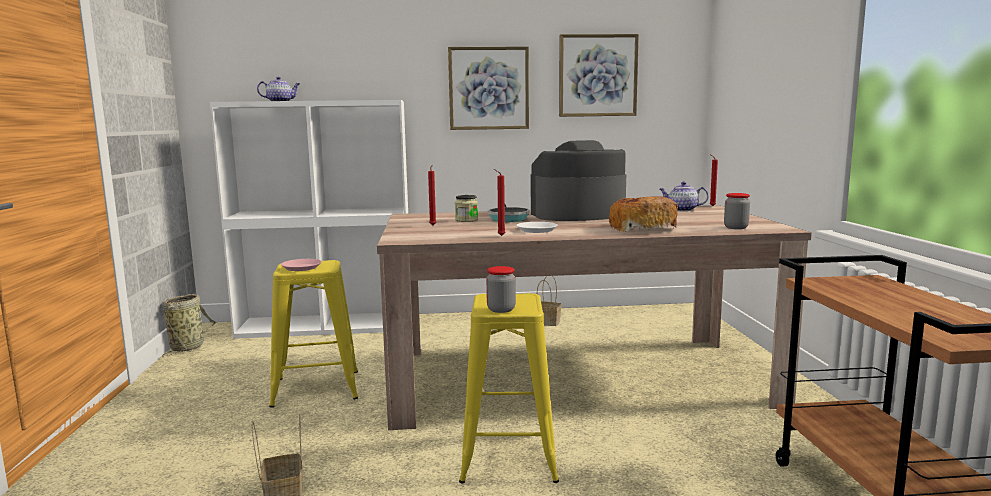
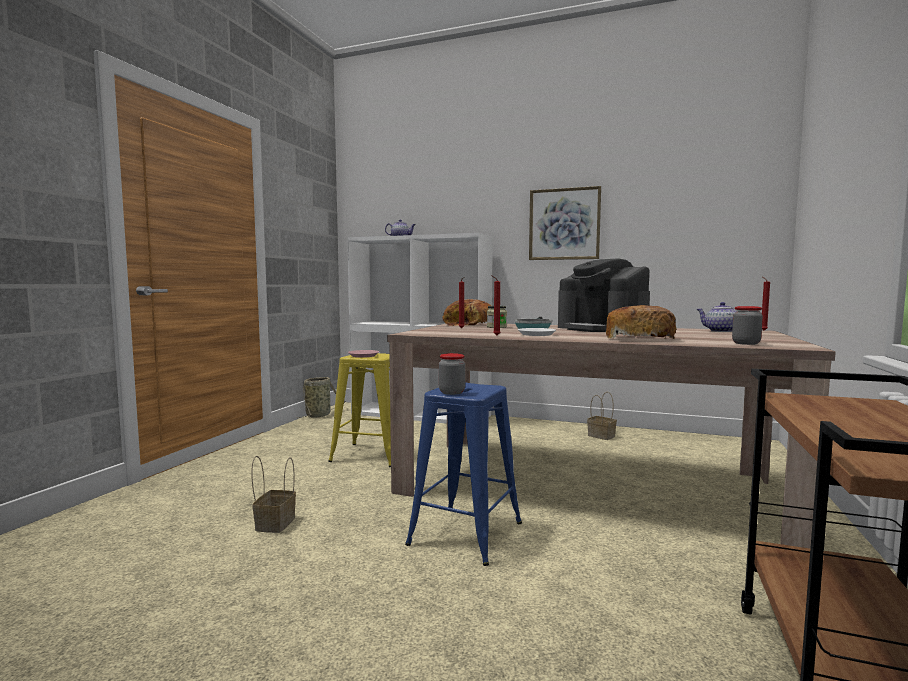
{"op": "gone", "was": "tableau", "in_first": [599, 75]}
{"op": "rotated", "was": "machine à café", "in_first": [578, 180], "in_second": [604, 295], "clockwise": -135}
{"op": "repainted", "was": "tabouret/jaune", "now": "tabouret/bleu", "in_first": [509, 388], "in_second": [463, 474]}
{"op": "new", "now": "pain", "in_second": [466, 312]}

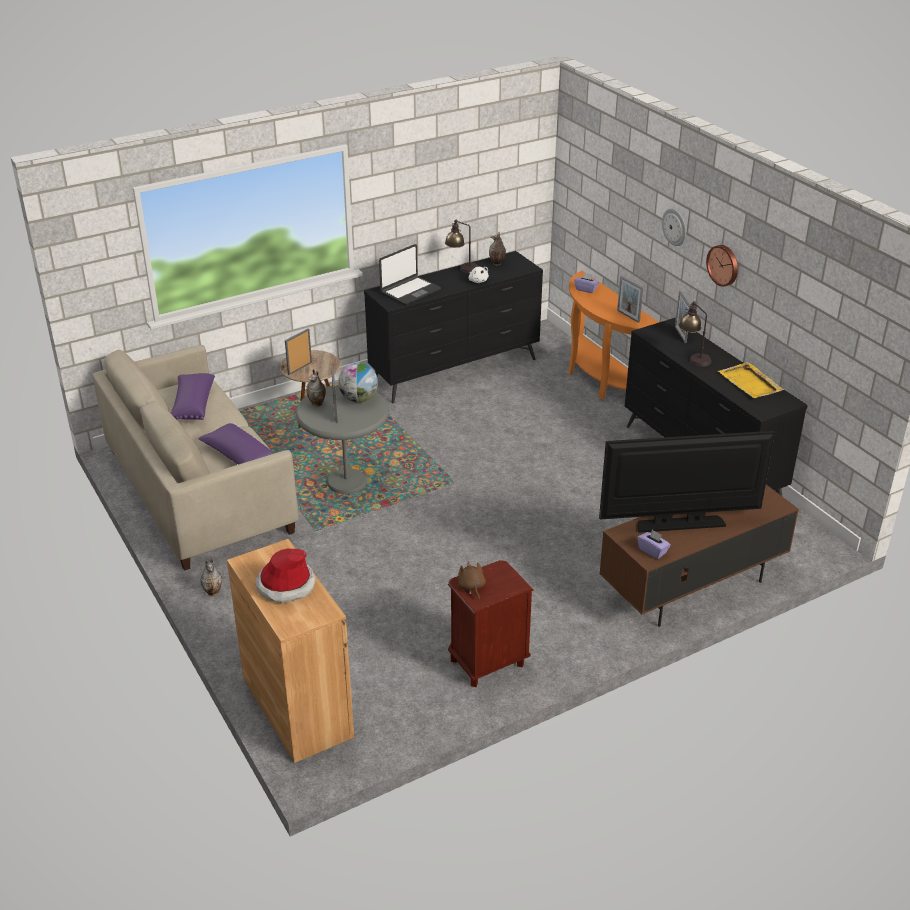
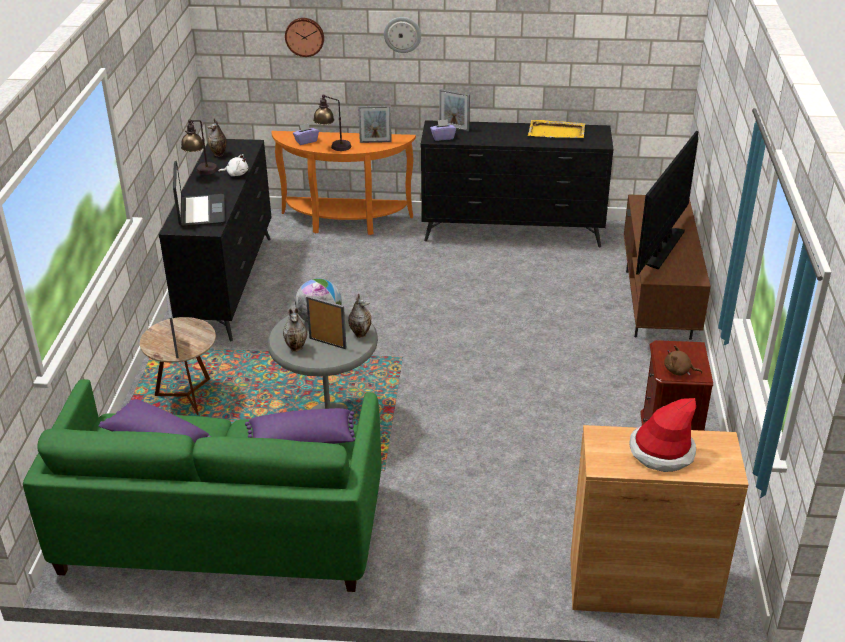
{"op": "shifted", "was": "horloge murale", "in_first": [722, 266], "in_second": [304, 37]}
{"op": "shifted", "was": "lampe de table", "in_first": [695, 334], "in_second": [332, 122]}
{"op": "repainted", "was": "canapé/beige", "now": "canapé/vert", "in_first": [195, 458], "in_second": [202, 485]}
{"op": "shifted", "was": "boîte à mouchoirs/violet", "in_first": [654, 544], "in_second": [443, 130]}
{"op": "shifted", "was": "vase", "in_first": [211, 577], "in_second": [359, 316]}

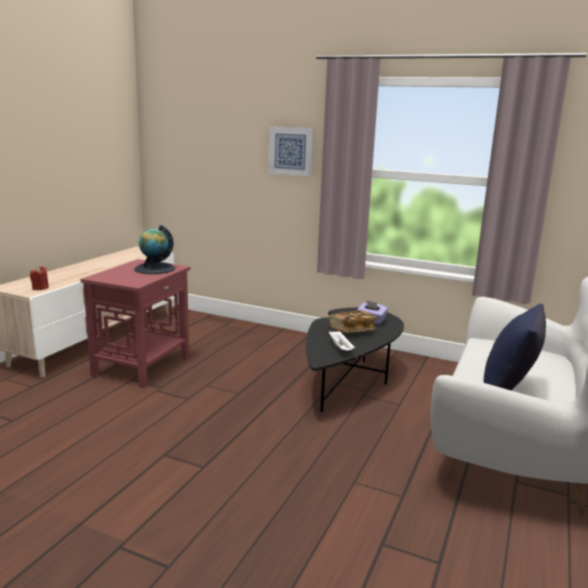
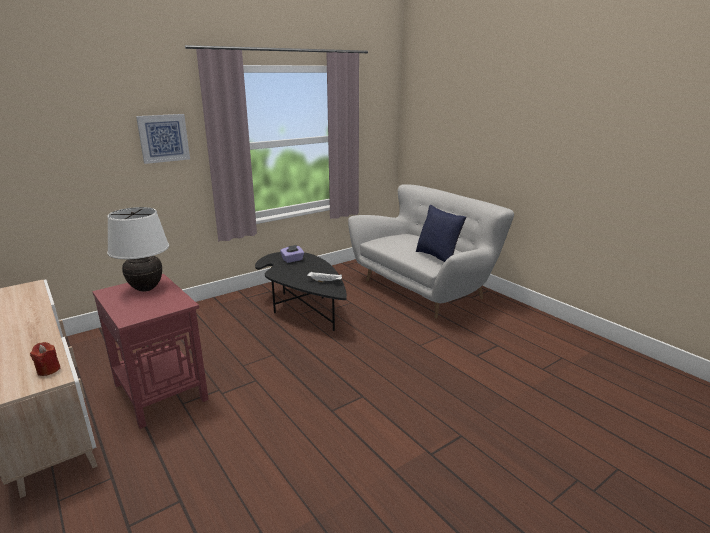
{"op": "swapped", "was": "globe", "now": "lampe de table/blanc", "in_first": [154, 249], "in_second": [138, 249]}
{"op": "gone", "was": "livre", "in_first": [352, 321]}

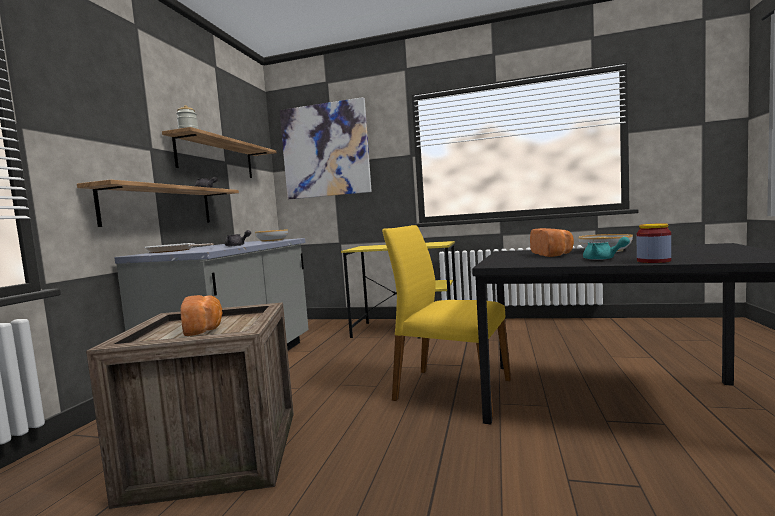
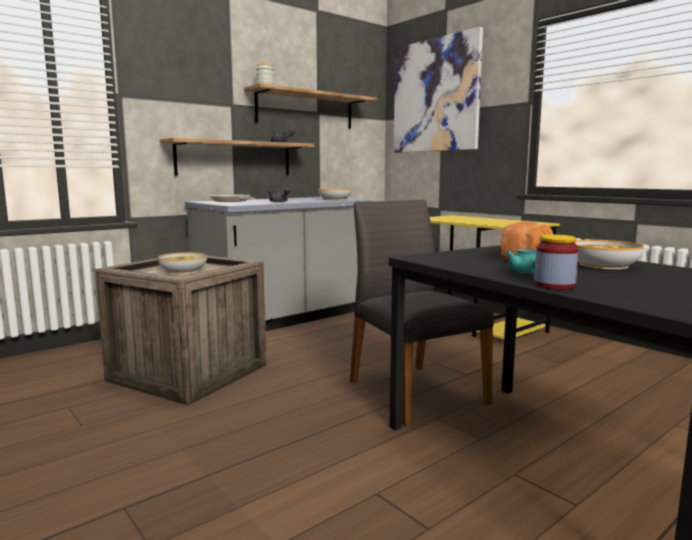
{"op": "repainted", "was": "chaise/jaune", "now": "chaise/gris", "in_first": [446, 321], "in_second": [422, 313]}
{"op": "swapped", "was": "pain", "now": "bol", "in_first": [201, 315], "in_second": [182, 263]}

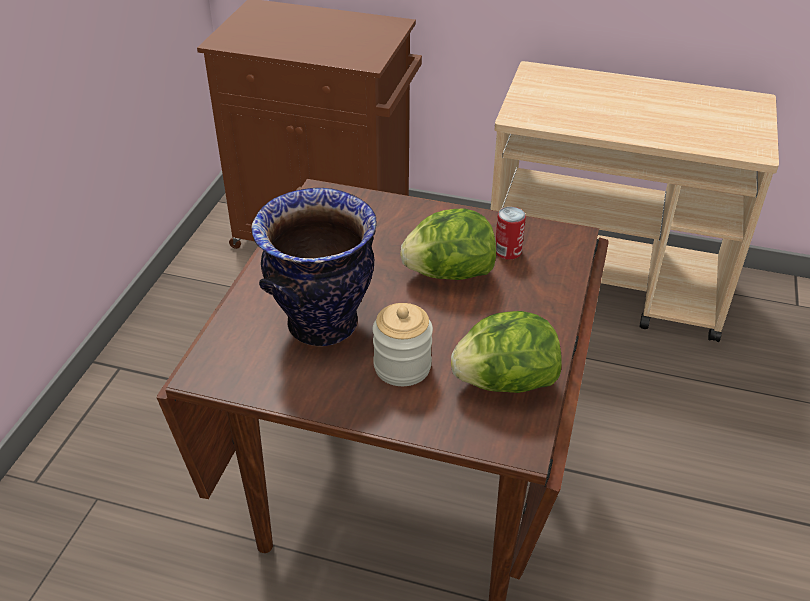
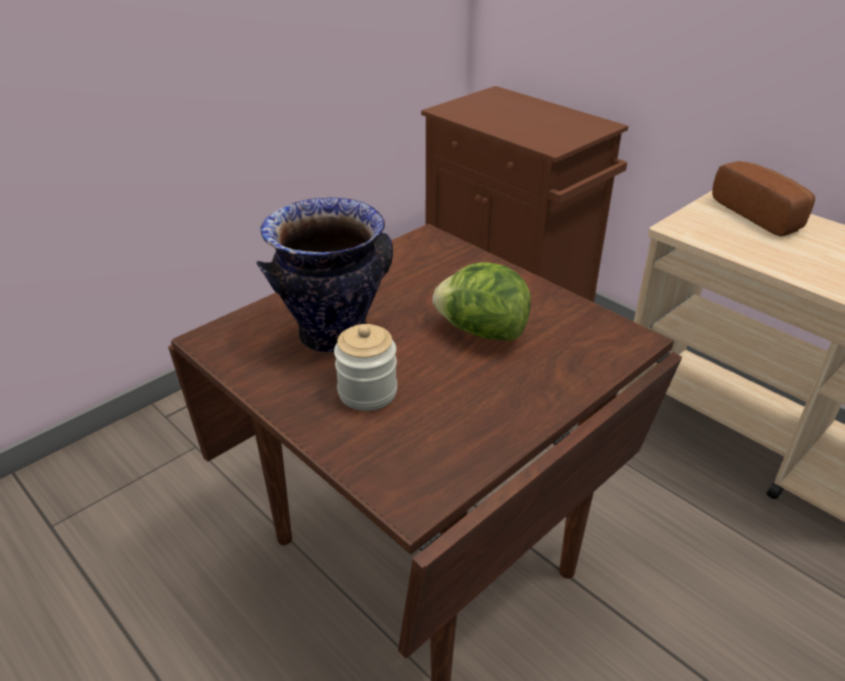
{"op": "gone", "was": "boîte métallique", "in_first": [511, 233]}
{"op": "gone", "was": "laitue", "in_first": [506, 352]}
{"op": "new", "now": "pain", "in_second": [763, 199]}

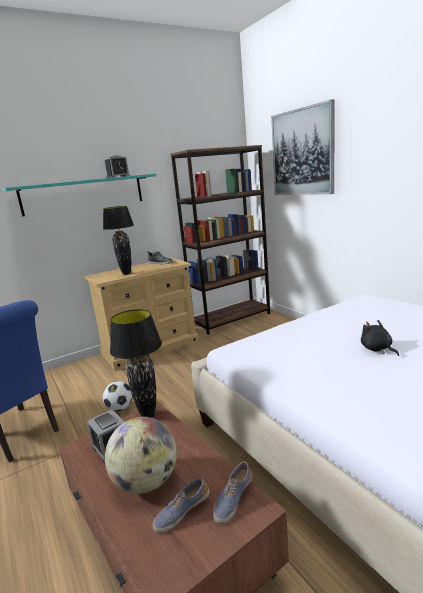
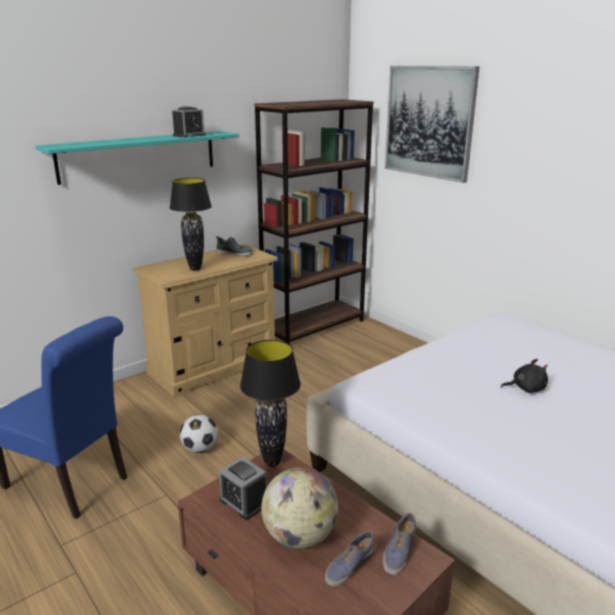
{"op": "rotated", "was": "peluche/noir", "in_first": [380, 338], "in_second": [524, 376], "clockwise": 120}

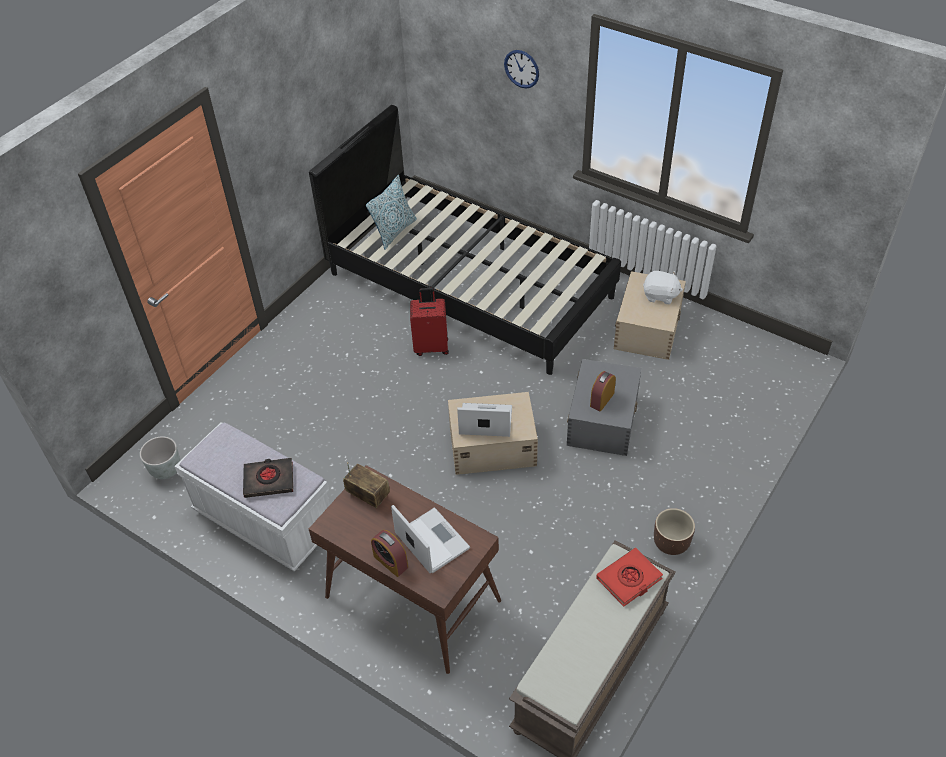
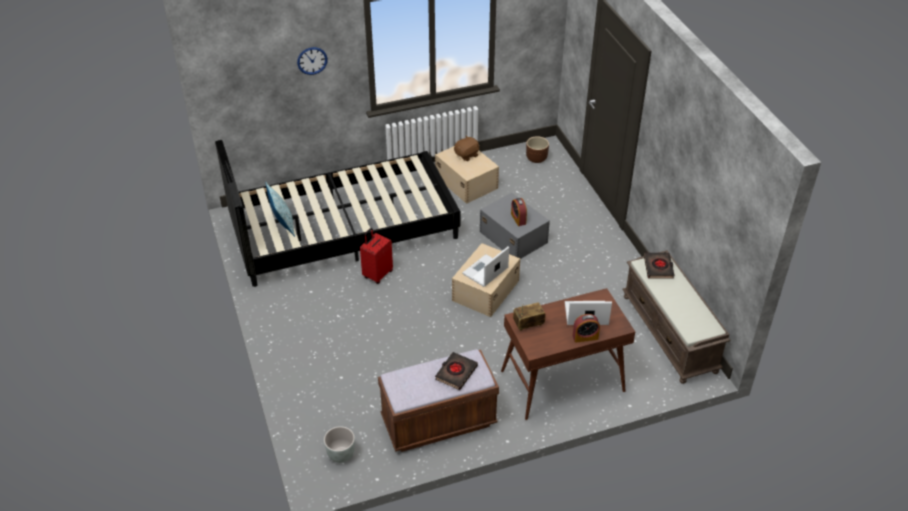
{"op": "repainted", "was": "peluche/blanc", "now": "peluche/marron", "in_first": [663, 287], "in_second": [467, 148]}
{"op": "repainted", "was": "banc/blanc", "now": "banc/marron", "in_first": [252, 496], "in_second": [438, 400]}
{"op": "shifted", "was": "cache-pot/marron", "in_first": [674, 531], "in_second": [537, 149]}
{"op": "repainted", "was": "livre/rouge", "now": "livre/noir", "in_first": [629, 577], "in_second": [659, 266]}

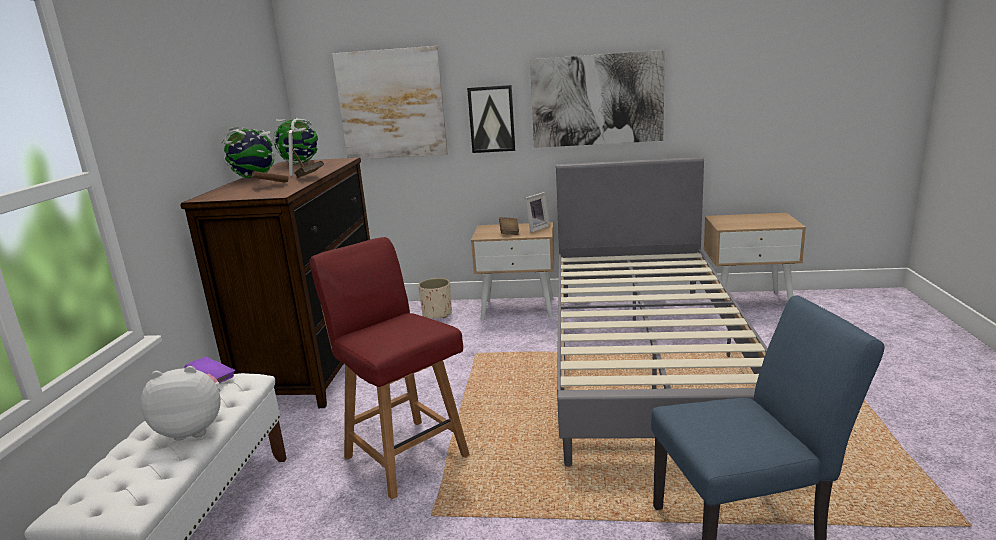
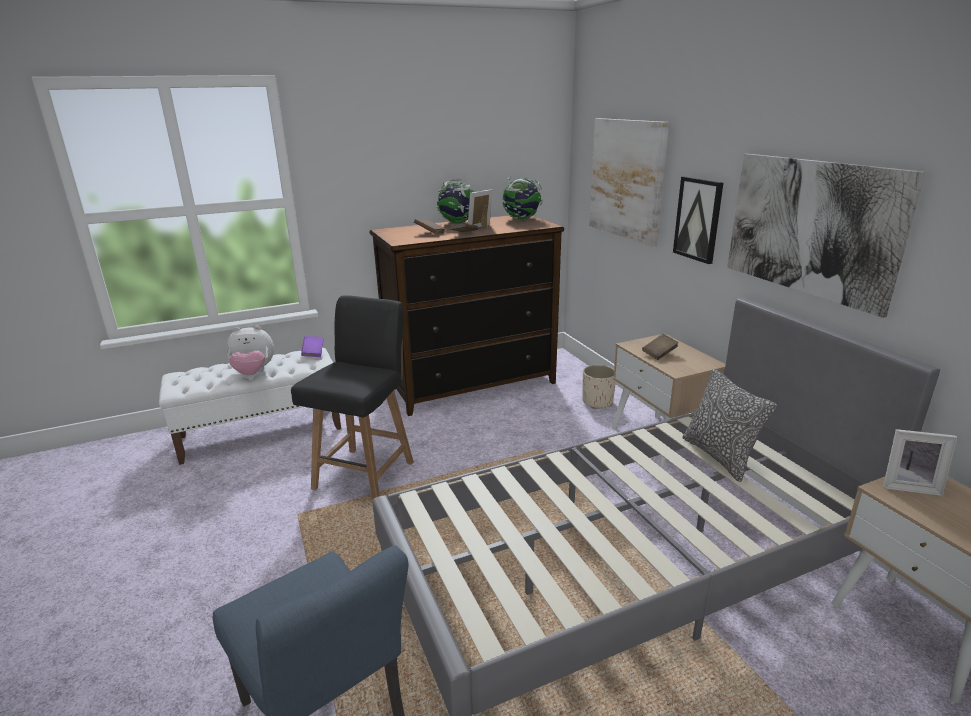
{"op": "shifted", "was": "cadre photo", "in_first": [537, 212], "in_second": [920, 462]}
{"op": "repainted", "was": "chaise/rouge", "now": "chaise/noir", "in_first": [389, 368], "in_second": [352, 398]}
{"op": "rotated", "was": "peluche", "in_first": [181, 403], "in_second": [250, 350], "clockwise": 120}
{"op": "new", "now": "coussin", "in_second": [729, 425]}

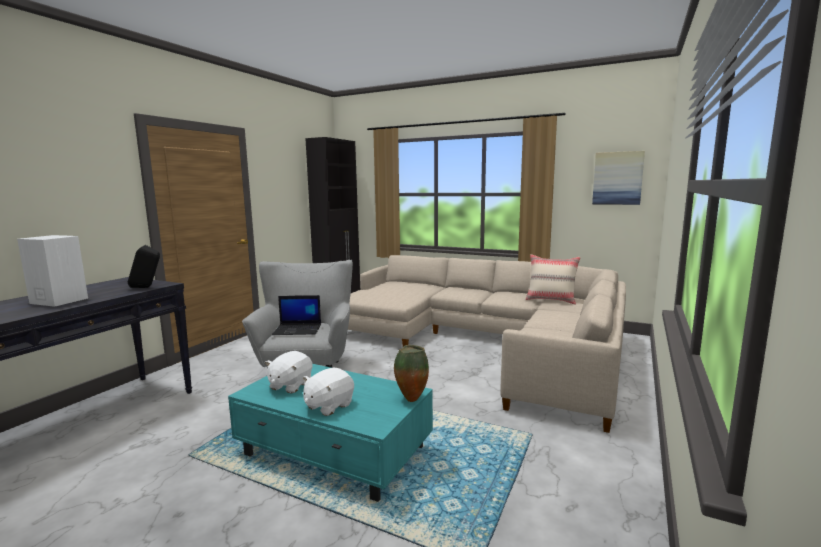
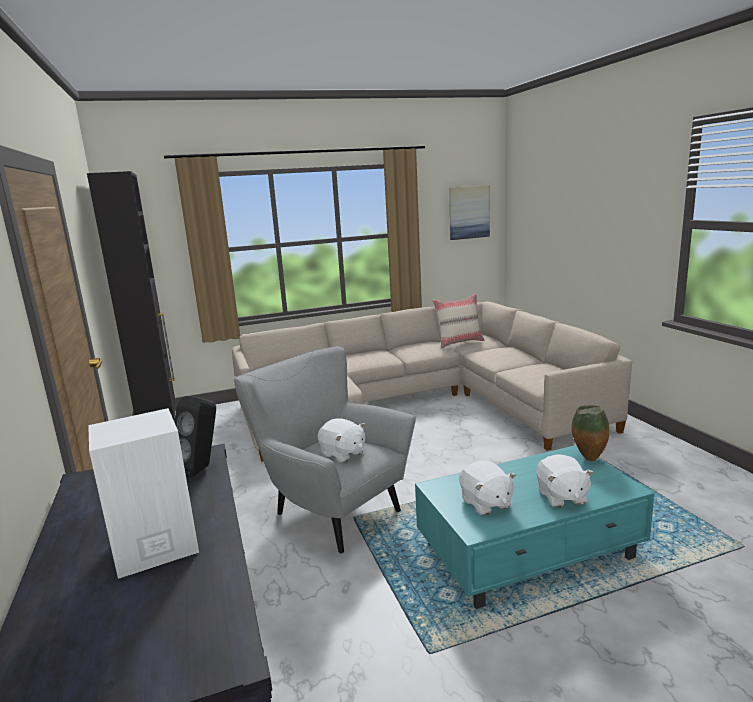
{"op": "swapped", "was": "ordinateur portable", "now": "peluche/blanc", "in_first": [296, 315], "in_second": [341, 440]}

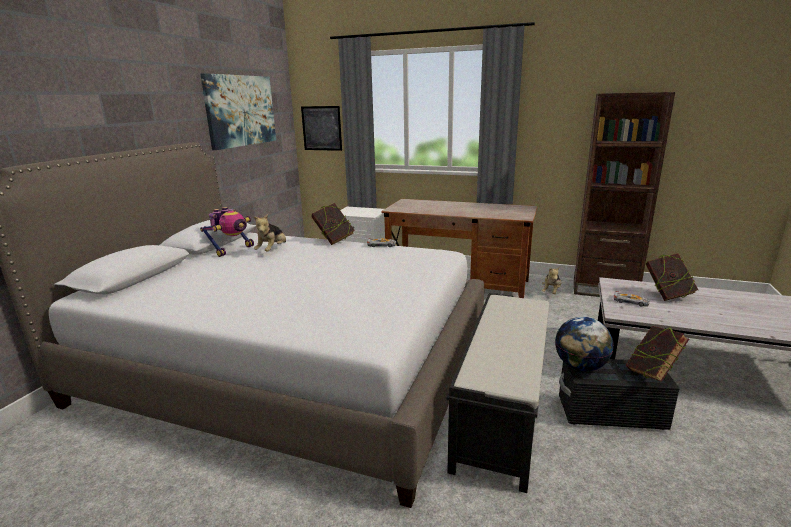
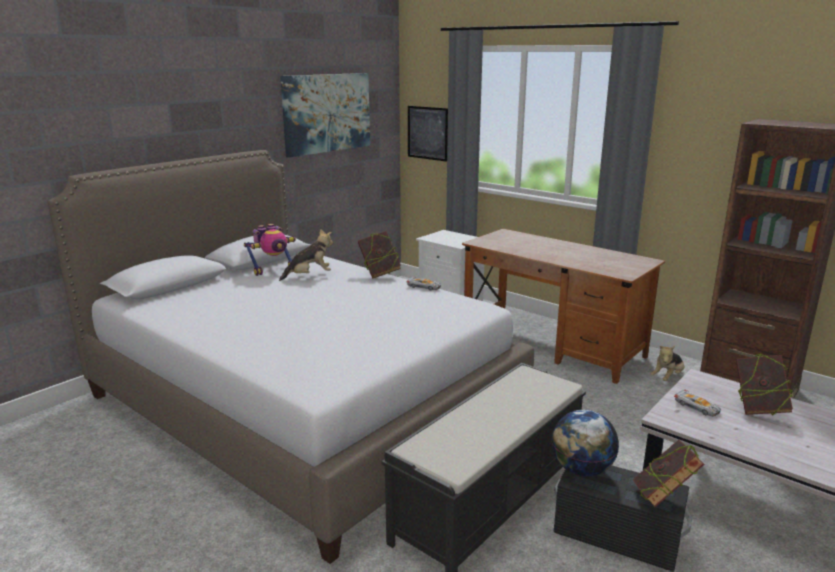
{"op": "rotated", "was": "peluche", "in_first": [270, 233], "in_second": [306, 255], "clockwise": -150}

